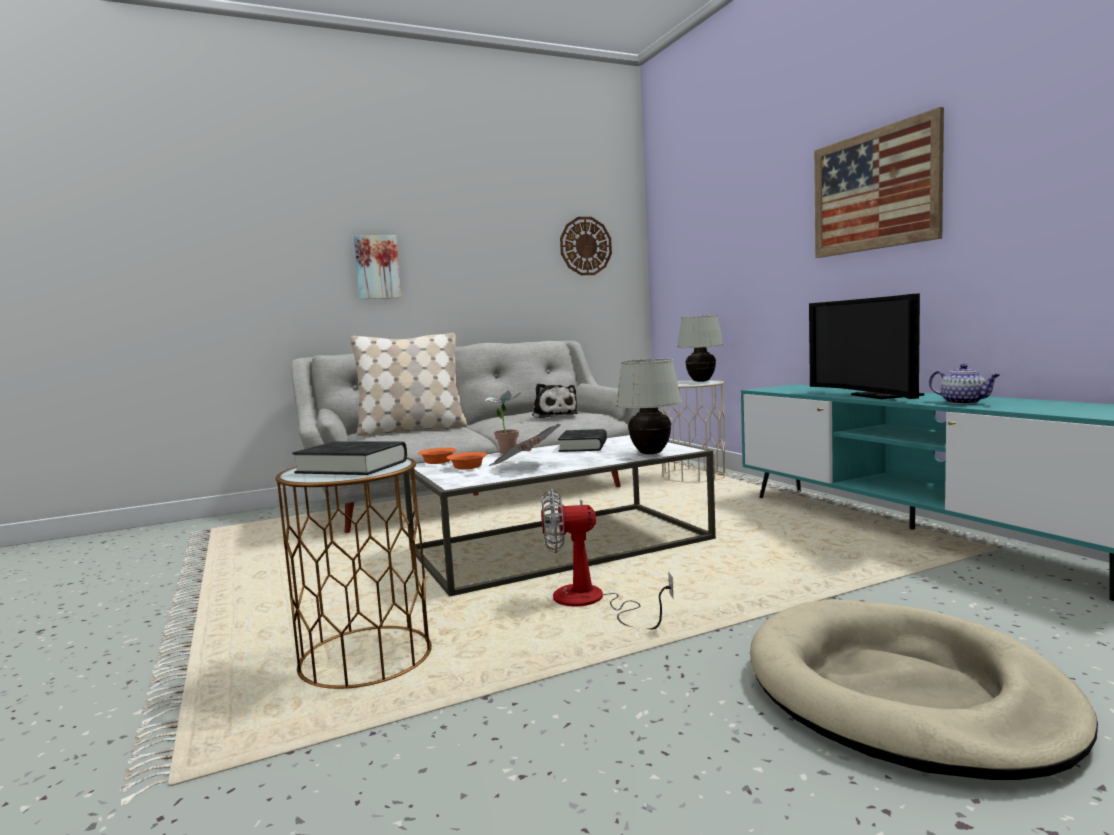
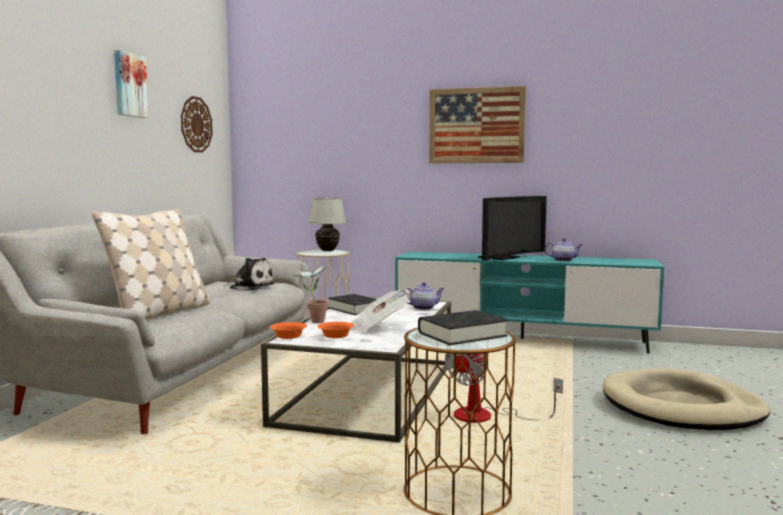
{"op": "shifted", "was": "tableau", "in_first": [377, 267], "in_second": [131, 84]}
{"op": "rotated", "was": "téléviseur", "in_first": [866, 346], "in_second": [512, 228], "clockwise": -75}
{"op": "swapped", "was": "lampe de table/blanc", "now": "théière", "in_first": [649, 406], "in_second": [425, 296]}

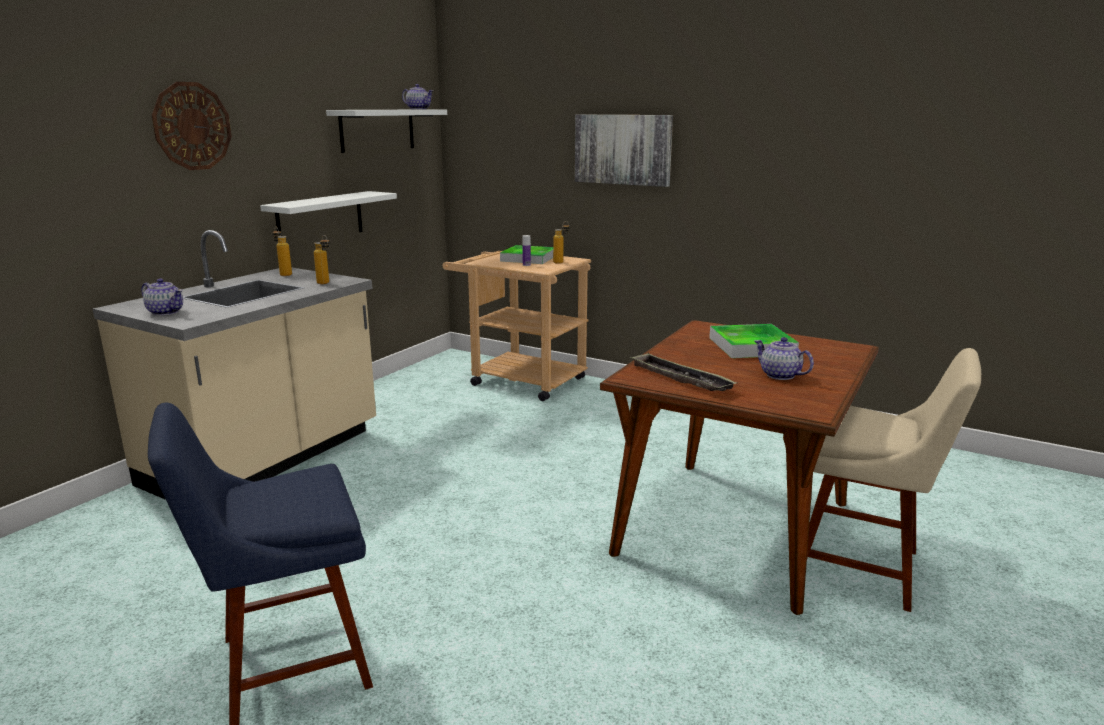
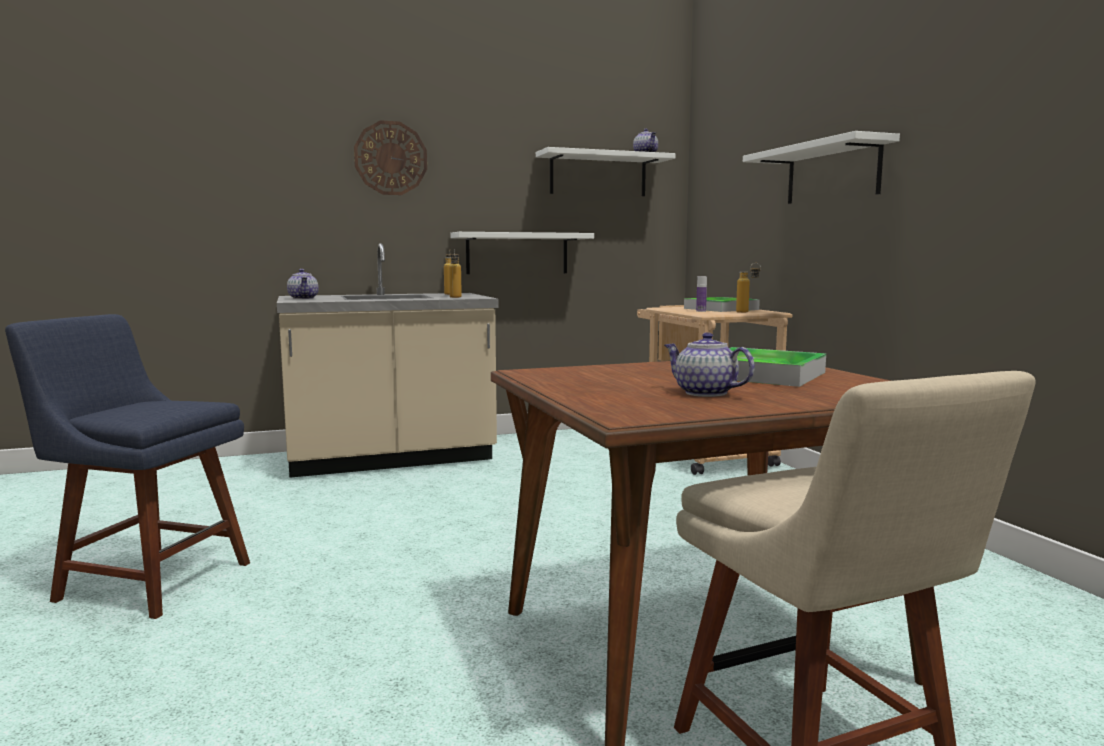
{"op": "swapped", "was": "tableau", "now": "étagère/blanc", "in_first": [624, 151], "in_second": [821, 167]}
{"op": "rotated", "was": "théière", "in_first": [784, 358], "in_second": [709, 364], "clockwise": -45}
{"op": "gone", "was": "plateau", "in_first": [684, 372]}

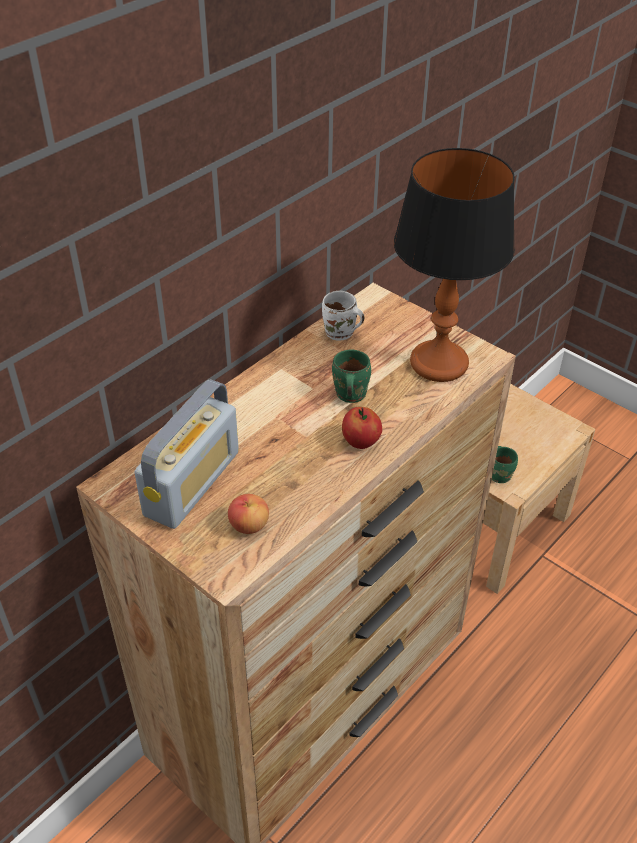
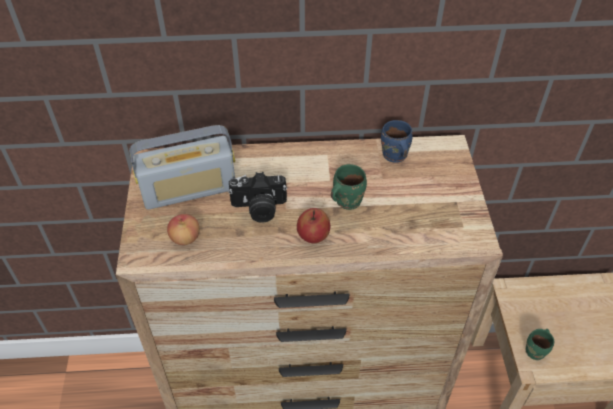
{"op": "gone", "was": "lampe de table", "in_first": [454, 265]}
{"op": "repainted", "was": "mug/blanc", "now": "mug/bleu", "in_first": [343, 316], "in_second": [397, 141]}
{"op": "new", "now": "appareil photo", "in_second": [257, 197]}

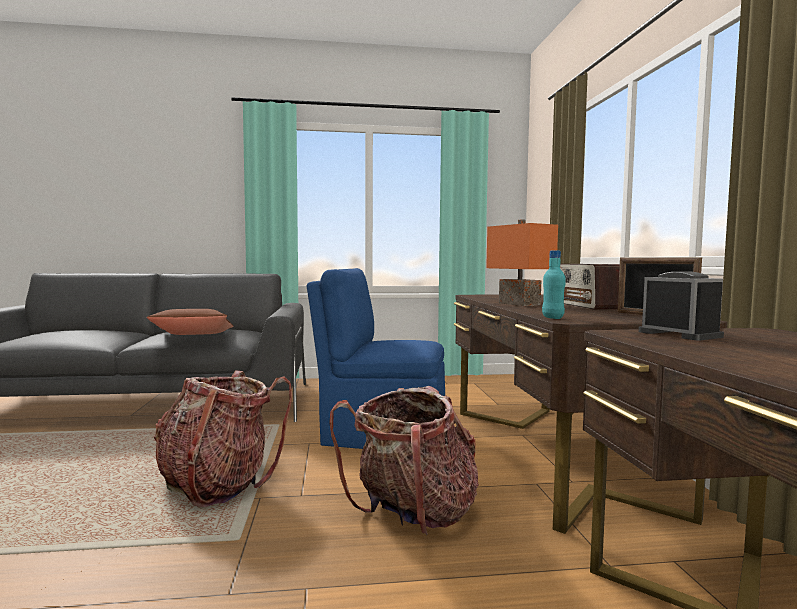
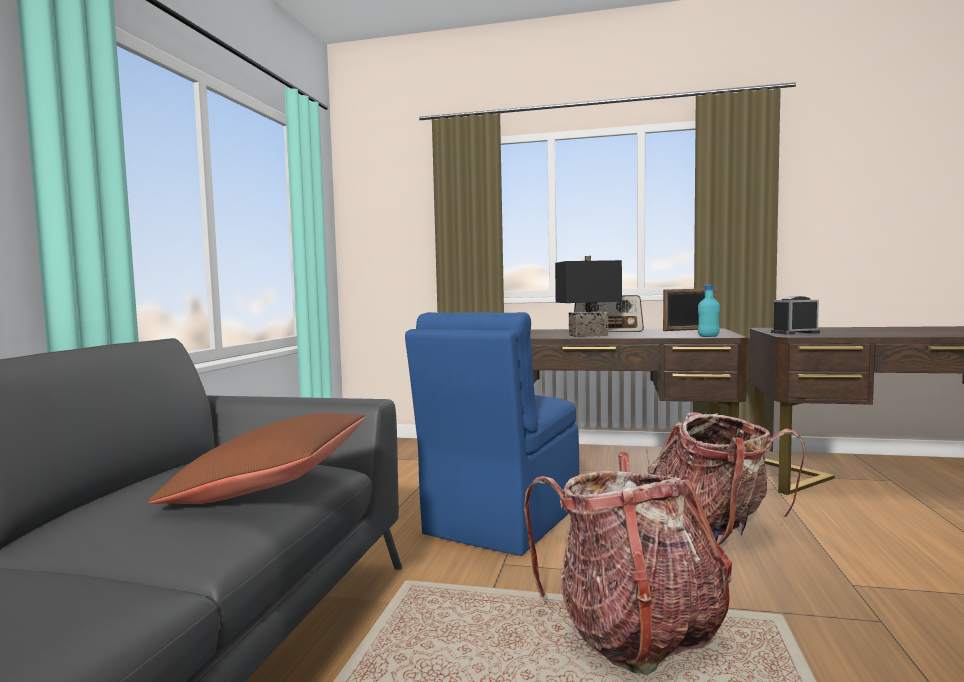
{"op": "repainted", "was": "lampe de table/orange", "now": "lampe de table/noir", "in_first": [522, 262], "in_second": [588, 296]}

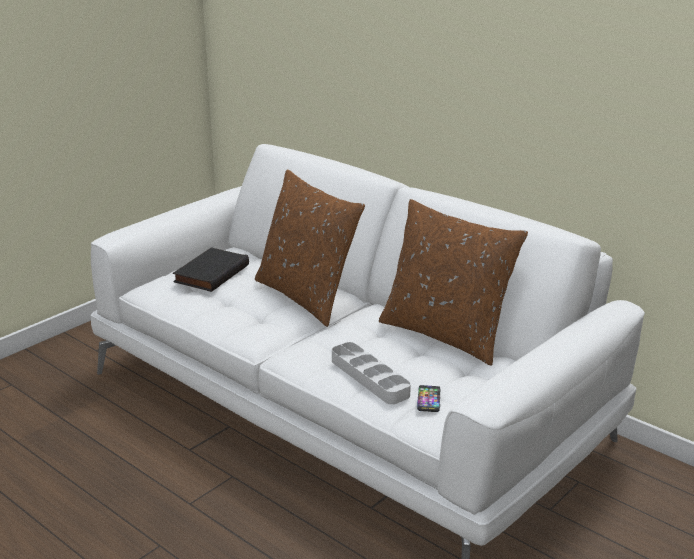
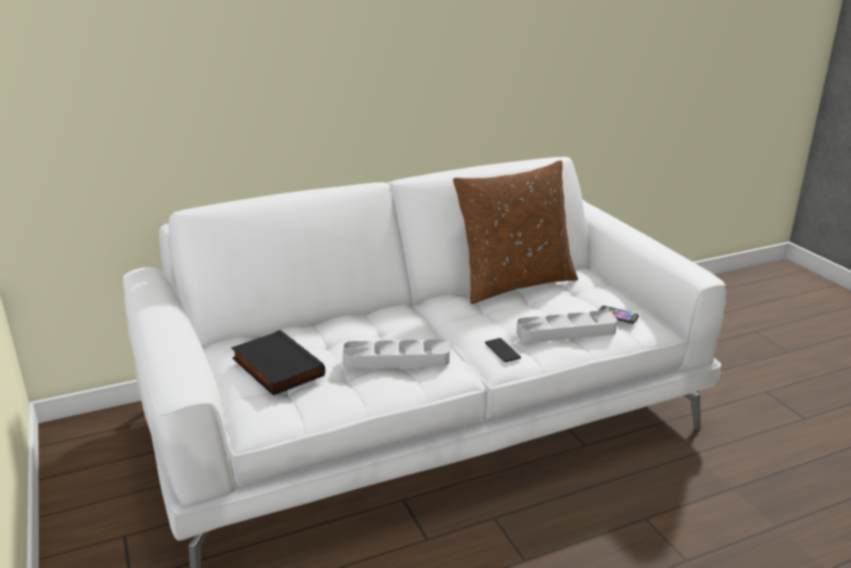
{"op": "gone", "was": "coussin/marron", "in_first": [310, 248]}
{"op": "new", "now": "téléphone", "in_second": [503, 350]}
{"op": "new", "now": "plateau/gris", "in_second": [396, 354]}

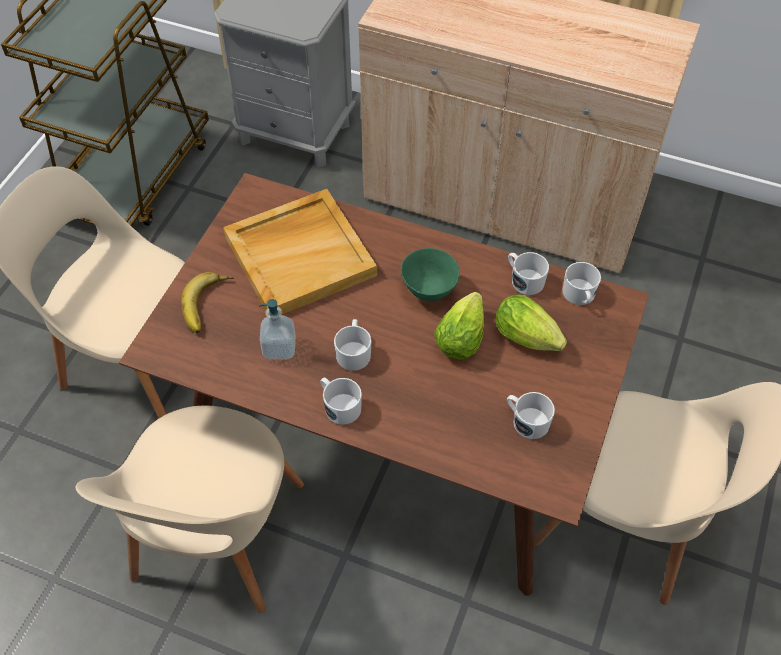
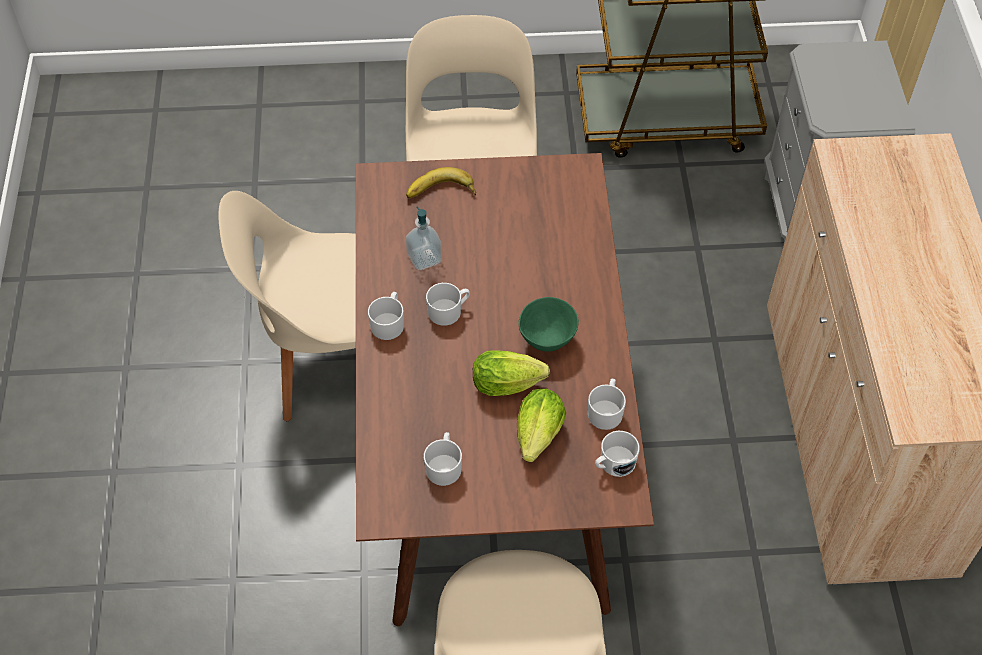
{"op": "gone", "was": "plateau/beige", "in_first": [300, 251]}

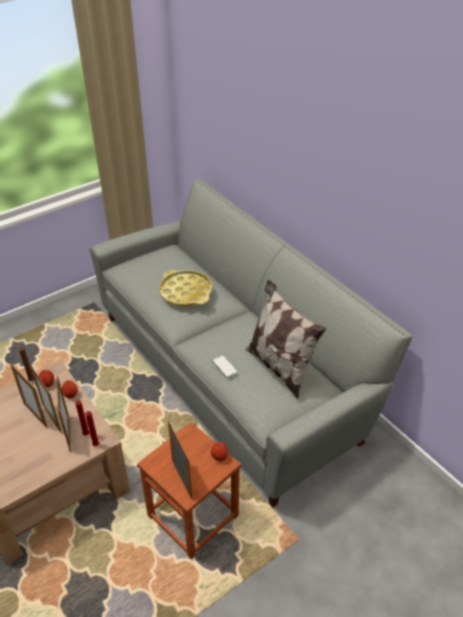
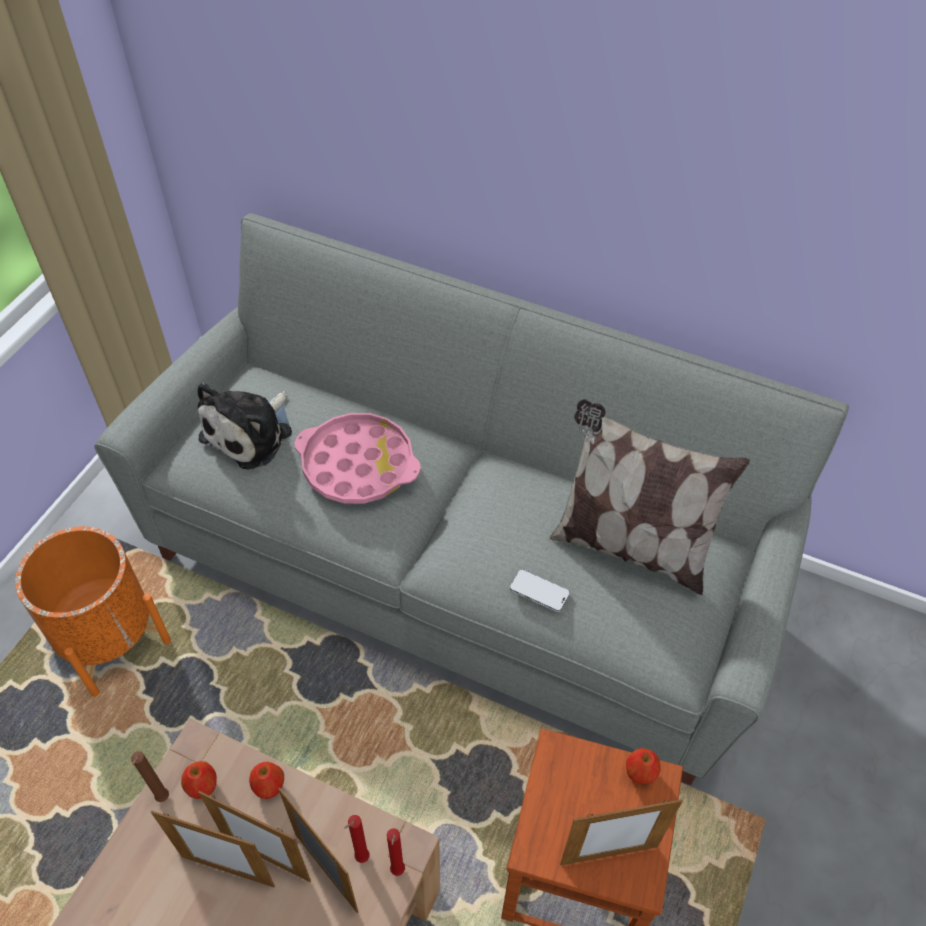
{"op": "repainted", "was": "plateau/jaune", "now": "plateau/rose", "in_first": [185, 288], "in_second": [358, 458]}
{"op": "rotated", "was": "cadre photo", "in_first": [180, 460], "in_second": [621, 832], "clockwise": 135}
{"op": "new", "now": "peluche", "in_second": [245, 426]}
{"op": "new", "now": "cache-pot/orange", "in_second": [93, 611]}

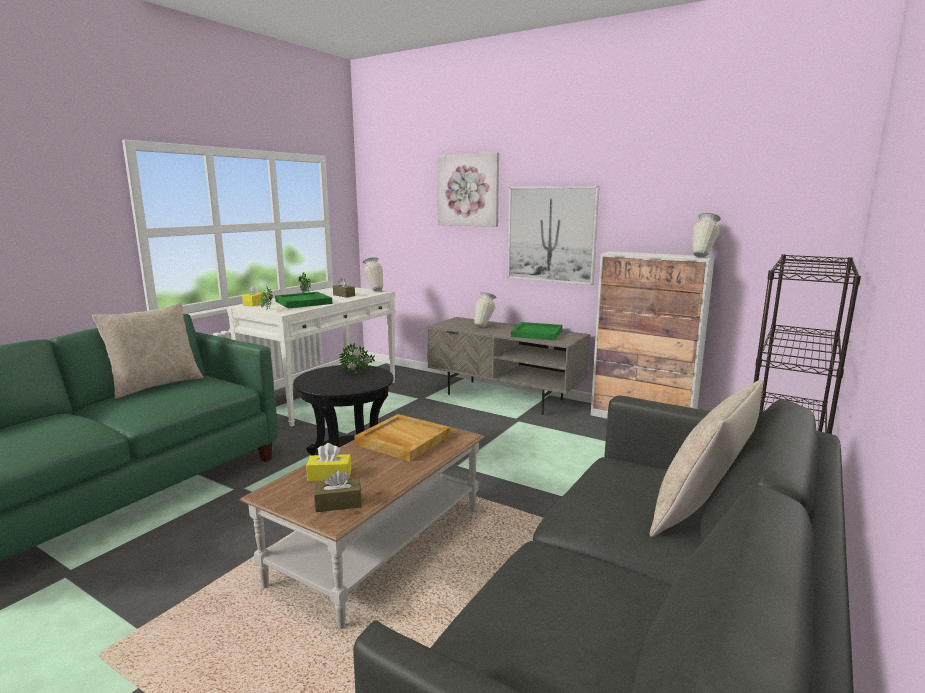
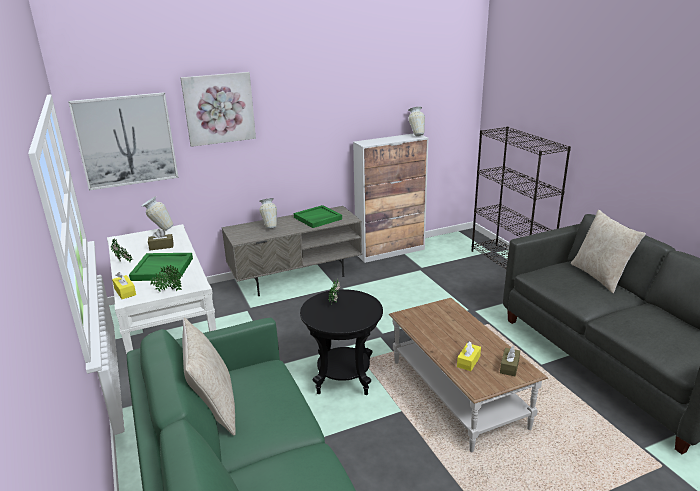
{"op": "shifted", "was": "tableau", "in_first": [553, 235], "in_second": [123, 141]}
{"op": "gone", "was": "plateau/beige", "in_first": [402, 437]}

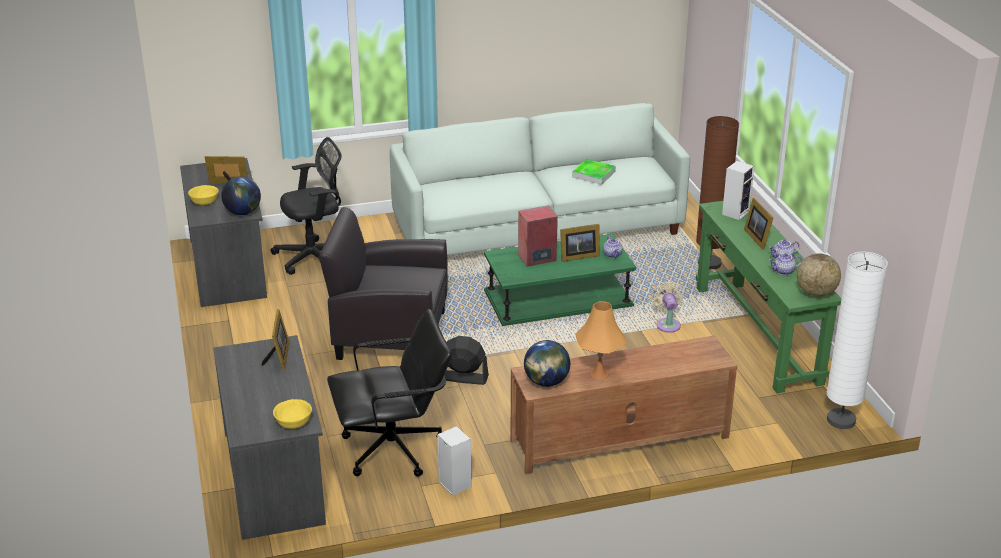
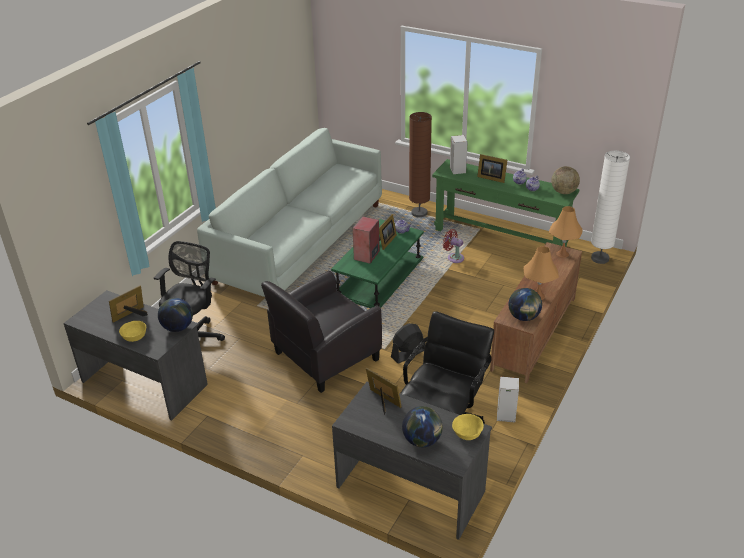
{"op": "gone", "was": "plateau", "in_first": [594, 172]}
{"op": "repainted", "was": "ventilateur/beige", "now": "ventilateur/rouge", "in_first": [667, 307], "in_second": [453, 246]}
{"op": "new", "now": "lampe de table/orange", "in_second": [566, 232]}
{"op": "new", "now": "globe", "in_second": [422, 426]}

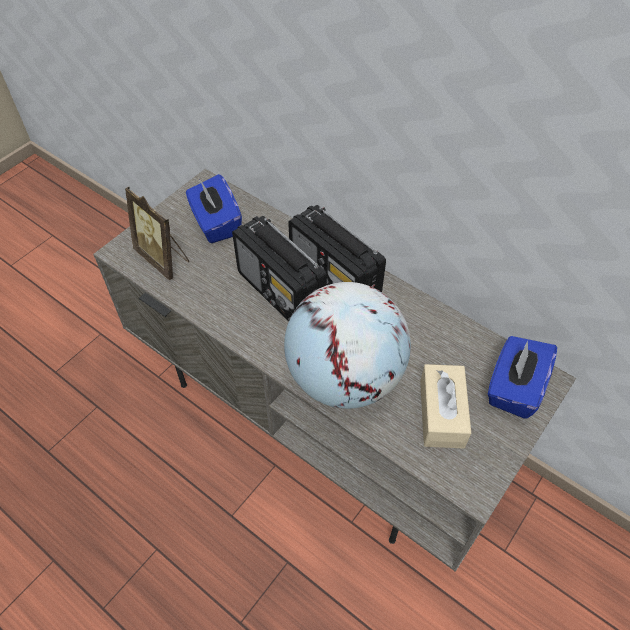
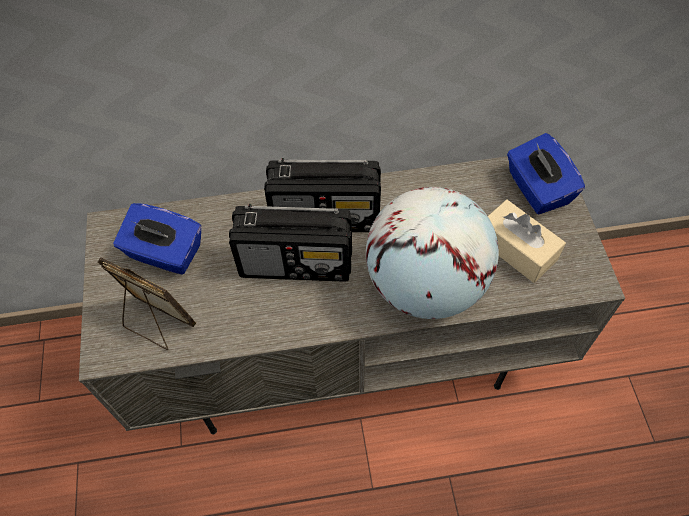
{"op": "rotated", "was": "cadre photo", "in_first": [157, 233], "in_second": [147, 303], "clockwise": -150}

